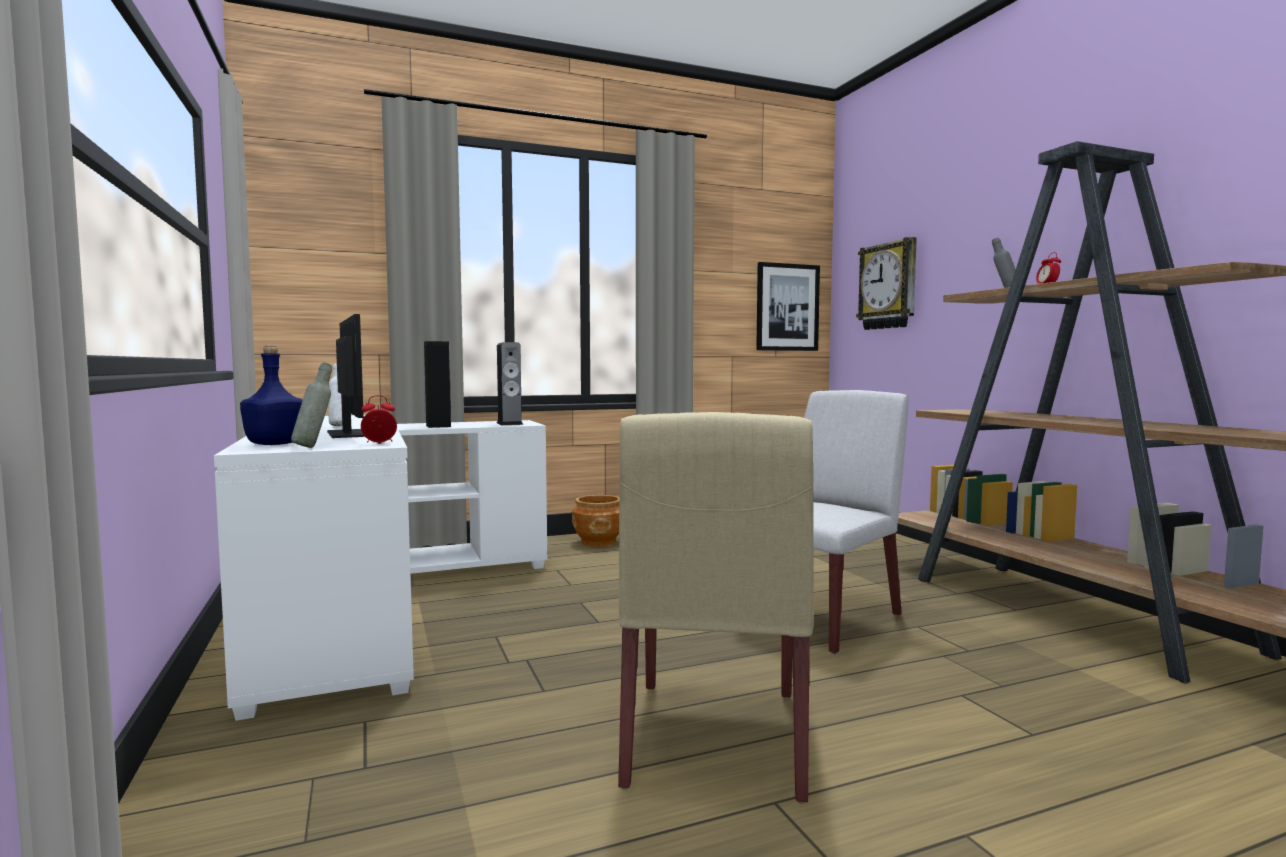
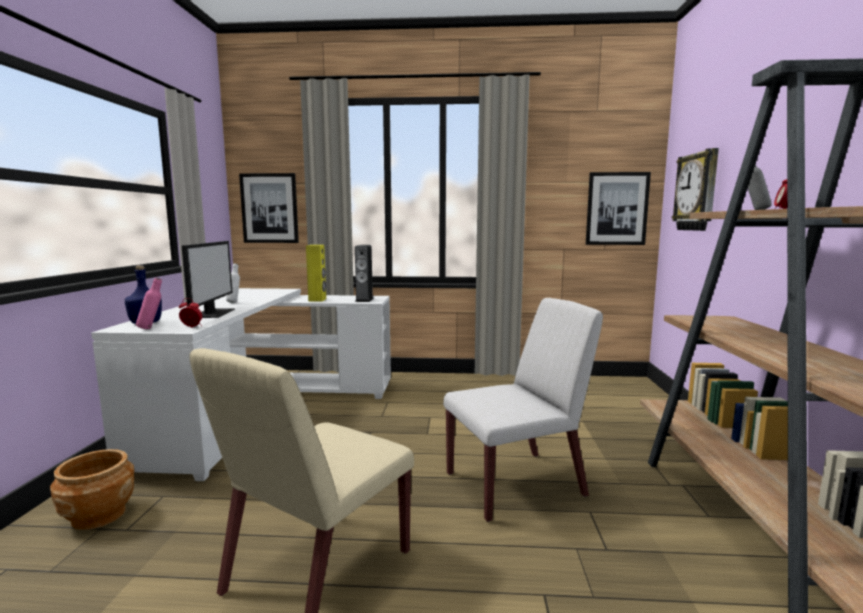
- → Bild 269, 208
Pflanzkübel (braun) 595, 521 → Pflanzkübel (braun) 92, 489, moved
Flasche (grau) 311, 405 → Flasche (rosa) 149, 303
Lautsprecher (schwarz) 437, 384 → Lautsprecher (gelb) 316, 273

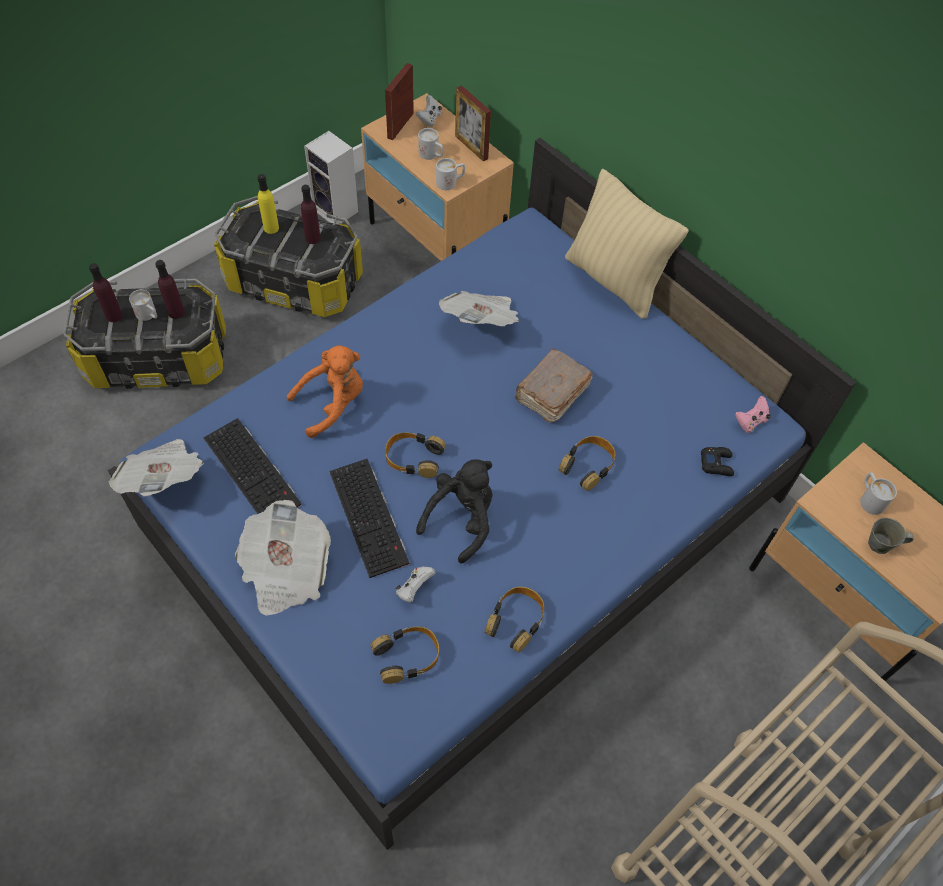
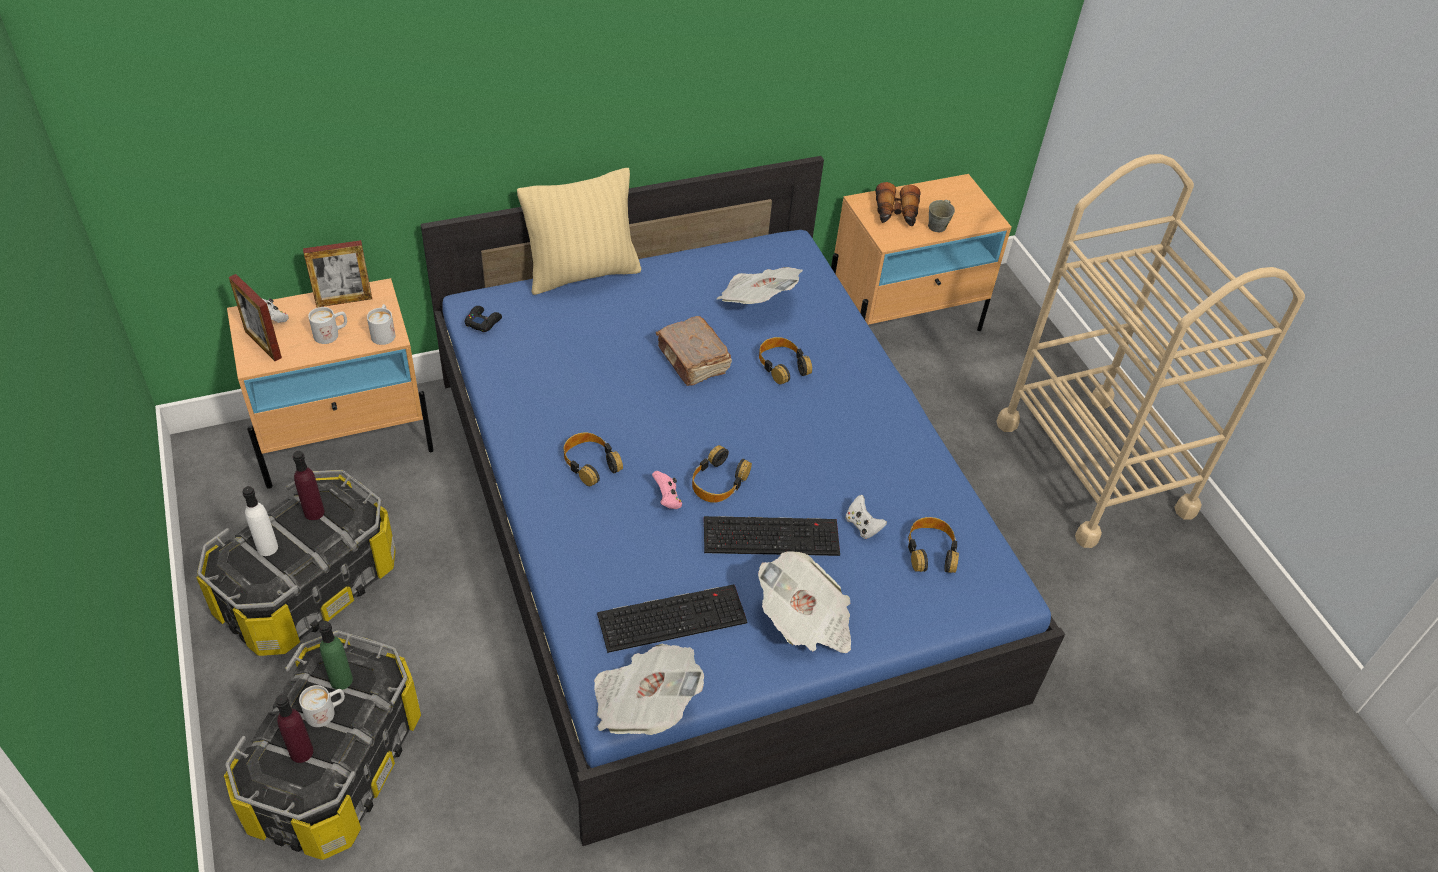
Plüschtier (orange) 325, 391 → -
Lautsprecher 331, 178 → -
Plüschtier (schwarz) 454, 511 → -
Zeitung 479, 308 → Zeitung 760, 285, moved
Kopfhörer 514, 620 → Kopfhörer 593, 459, moved
Gamepad (schwarz) 717, 461 → Gamepad (schwarz) 483, 319, moved
Gamepad (rosa) 753, 414 → Gamepad (rosa) 667, 490, moved
Henkelbecher (weiß) 878, 493 → Fernglas 898, 204
Flasche (lila) 170, 289 → Flasche (grün) 336, 655
Flasche (gelb) 268, 204 → Flasche (weiß) 260, 521

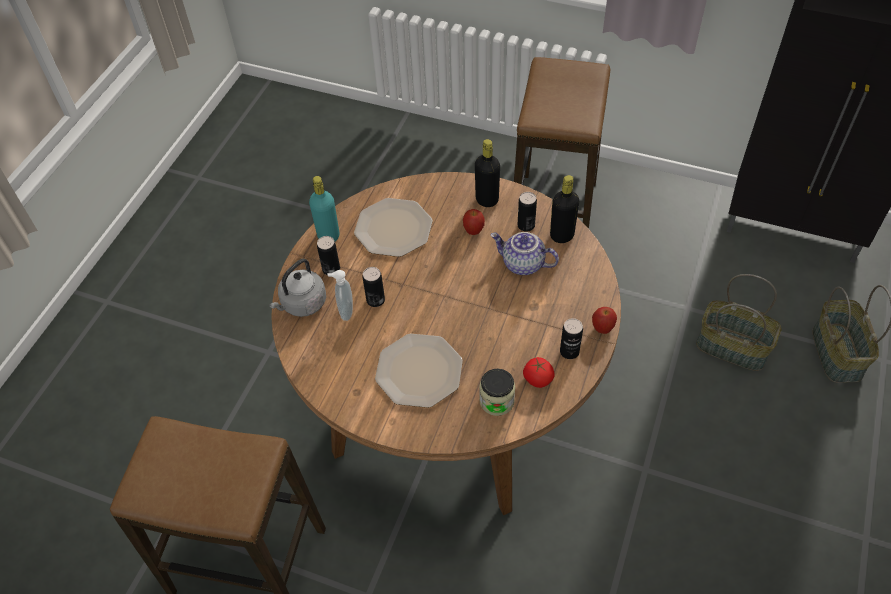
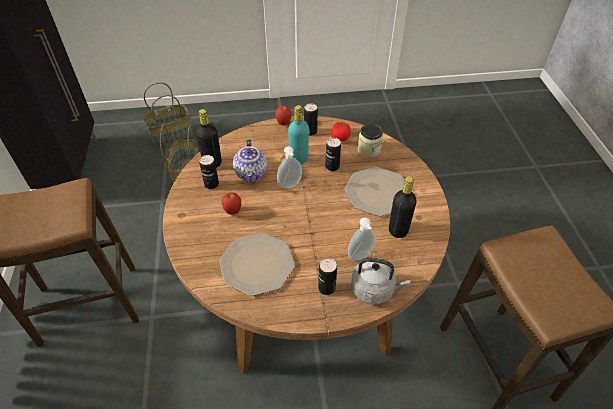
- → Seifenspender 289, 167
Flasche (türkis) 324, 208 → Flasche (türkis) 298, 134, moved
Dose 373, 287 → Dose 333, 154, moved
Flasche (schwarz) 487, 173 → Flasche (schwarz) 402, 207, moved

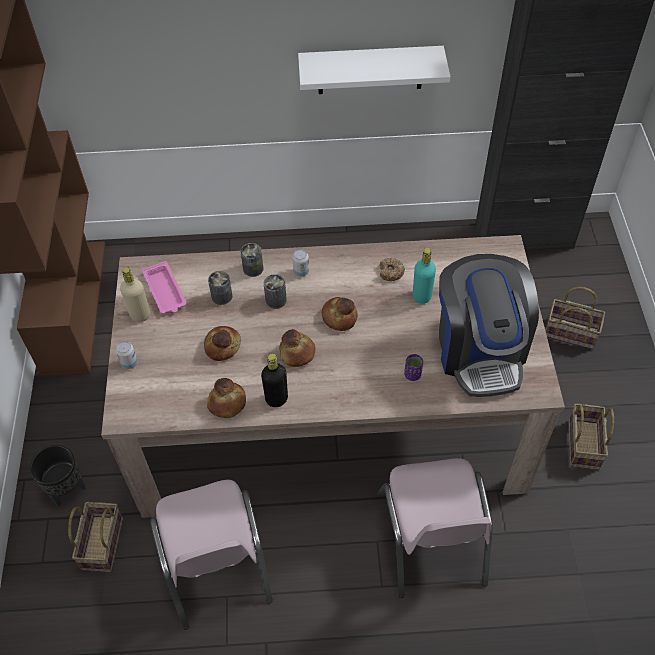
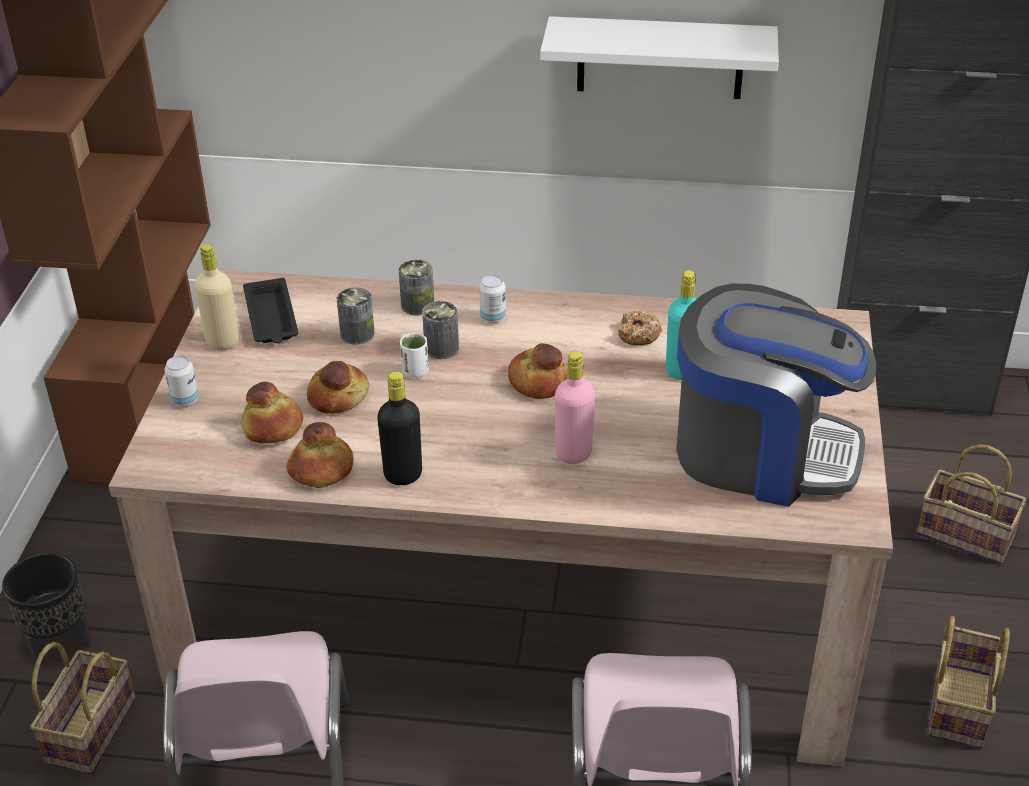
Tasse (lila) 413, 367 → -
- → Tasse (weiß) 414, 355
- → Flasche (rosa) 575, 407
Brot 297, 348 → Brot 272, 413, moved
Tablett (rosa) 164, 287 → Tablett (schwarz) 270, 310
Kaffeemaschine 489, 325 → Kaffeemaschine 776, 395, 75 degrees counterclockwise

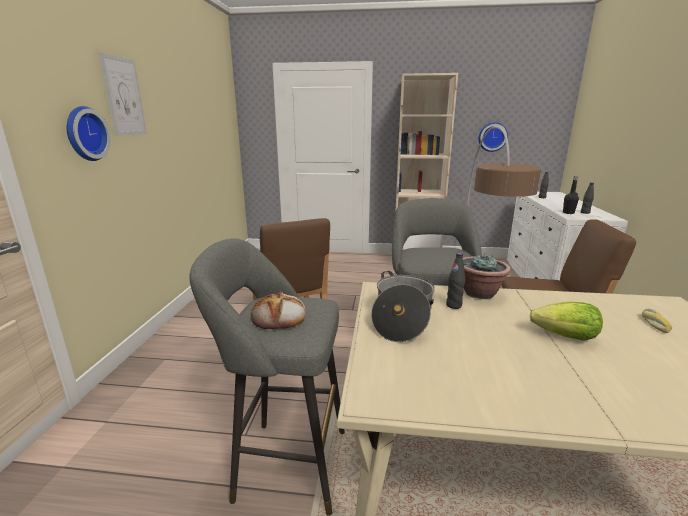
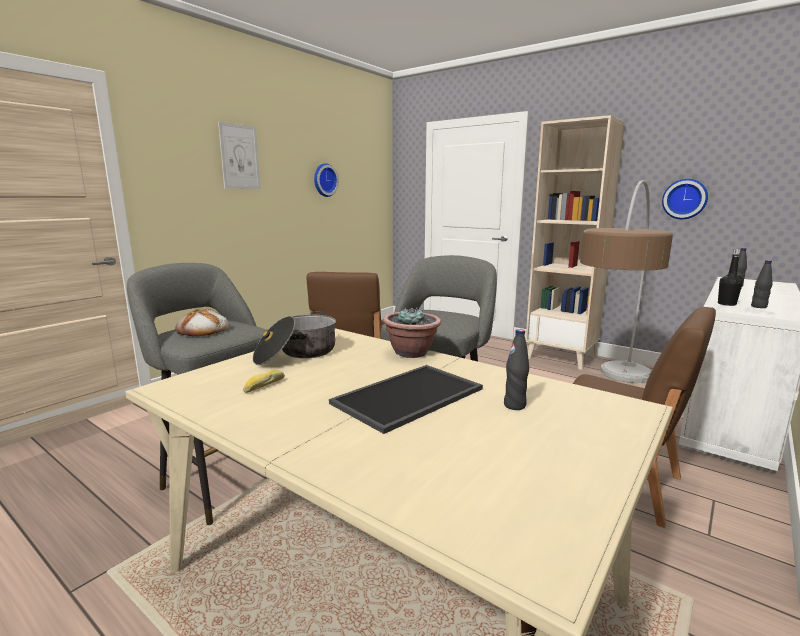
Wanduhr 89, 133 → Wanduhr 326, 180, moved
Flasche (schwarz) 455, 281 → Flasche (schwarz) 516, 369, moved
Brot 657, 321 → Brot 264, 381, moved
Salatkopf 566, 321 → Tablett 406, 399

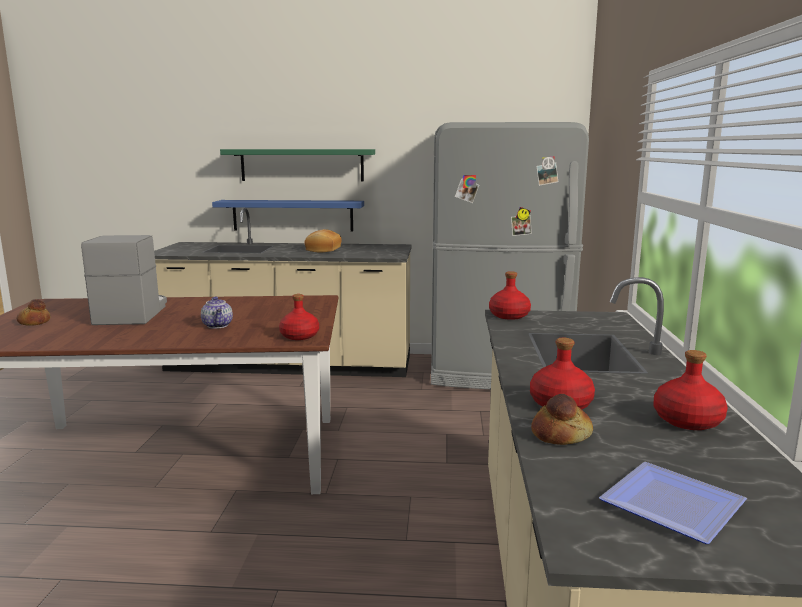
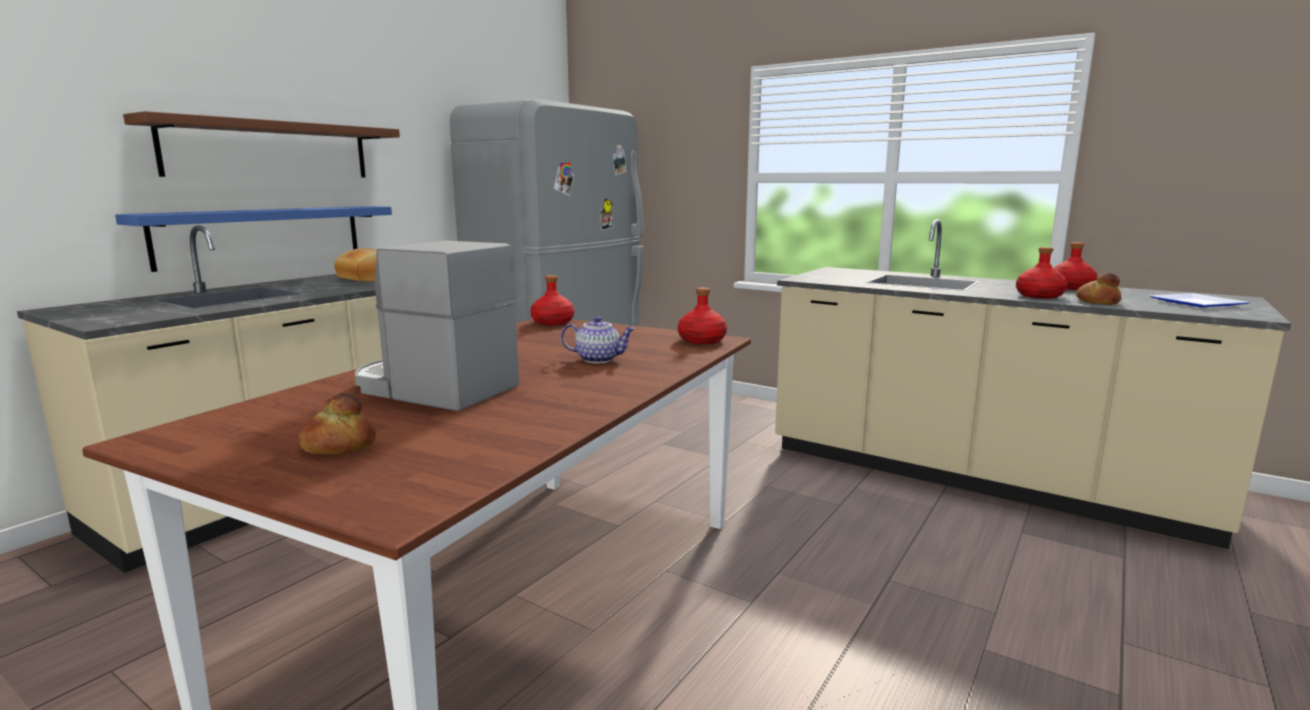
Flasche (rot) 510, 295 → Flasche (rot) 552, 300, moved
Wandregal (grün) 297, 165 → Wandregal (braun) 261, 144

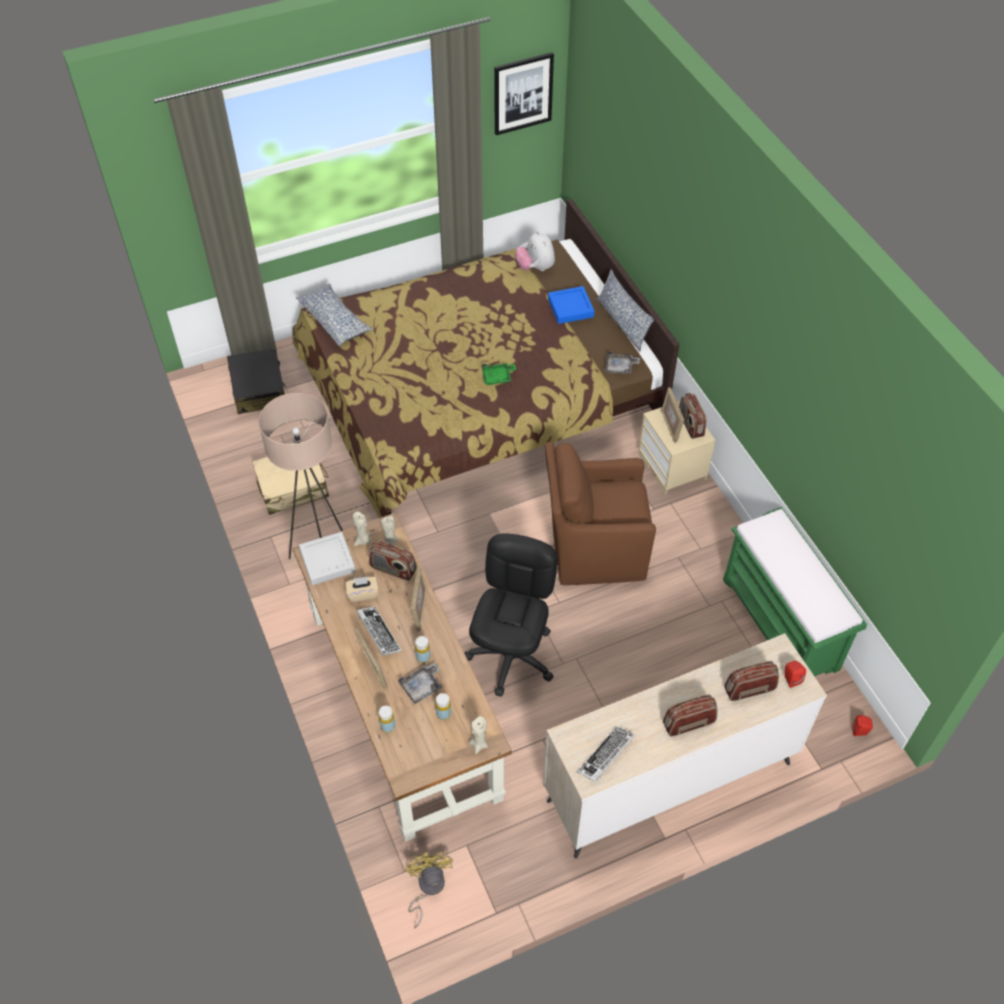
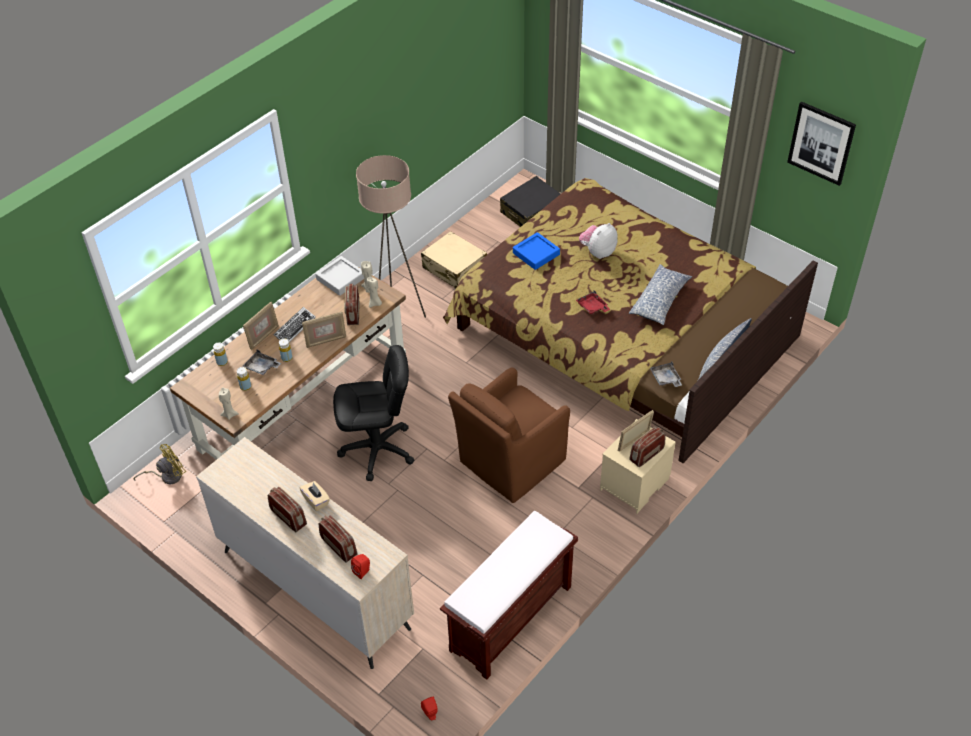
Tastatur 606, 754 → -
Kissen 334, 315 → Kissen 660, 294, moved
Taschentuchbox (beige) 362, 589 → Taschentuchbox (beige) 315, 496, moved
Plüschtier 535, 251 → Plüschtier 598, 241, moved
Tablett (blau) 571, 305 → Tablett (blau) 536, 251, moved
Tablett (grün) 499, 374 → Tablett (rot) 593, 302
Bank (grün) 795, 592 → Bank (braun) 509, 595
Sessel (braun) 600, 513 → Sessel (braun) 509, 435, 105 degrees counterclockwise

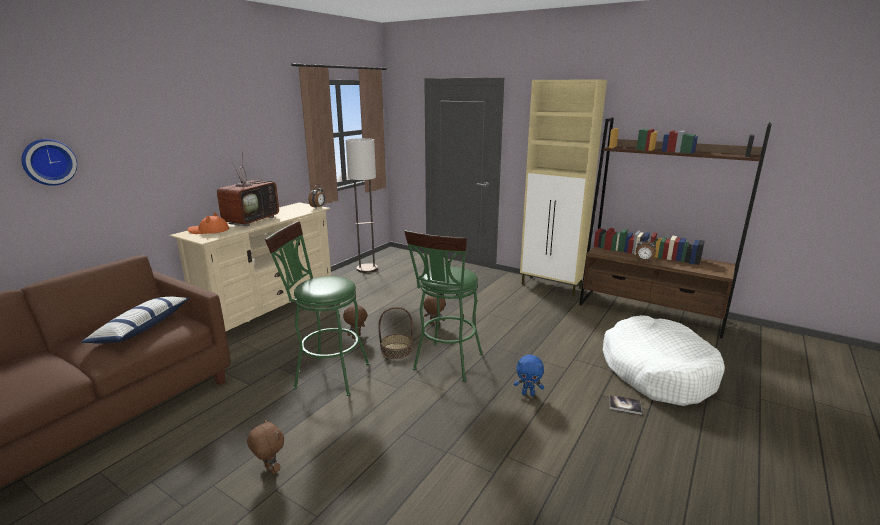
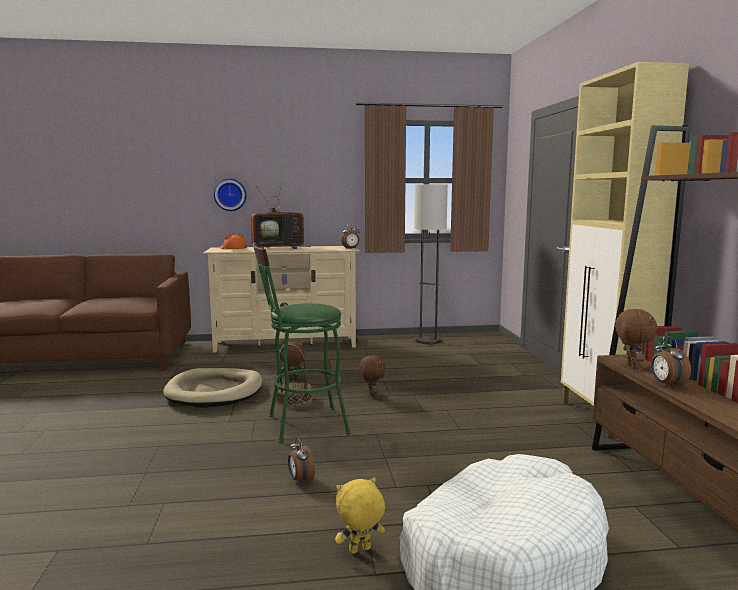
Kissen 135, 320 → -
Wanduhr 49, 162 → Wanduhr 230, 195, moved
Plüschtier (braun) 265, 447 → Plüschtier (braun) 636, 339, moved
Hocker (grün) 317, 308 → Hundebett (beige) 213, 388
Plüschtier (blau) 529, 375 → Wecker 301, 461
Buch 626, 405 → Plüschtier (gelb) 360, 515

